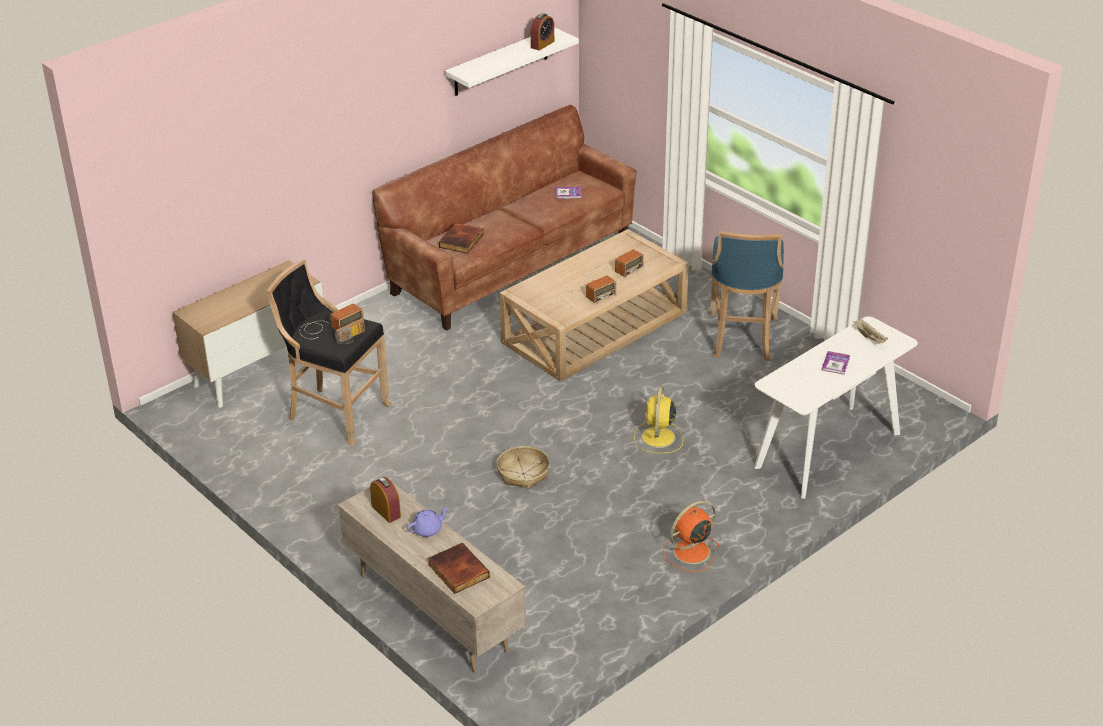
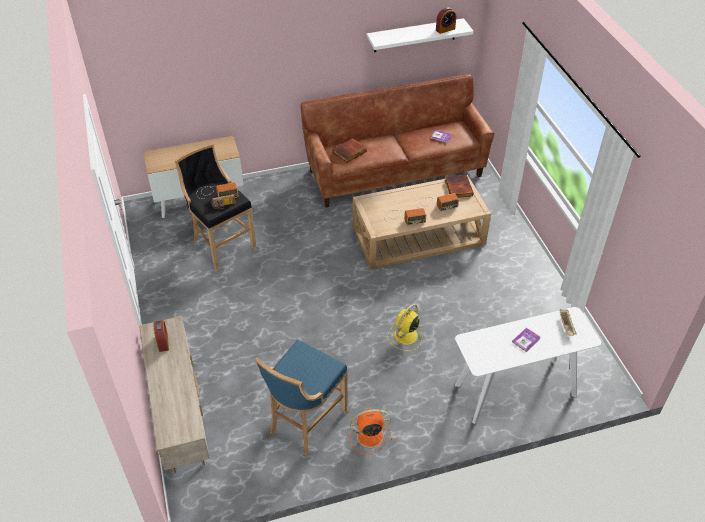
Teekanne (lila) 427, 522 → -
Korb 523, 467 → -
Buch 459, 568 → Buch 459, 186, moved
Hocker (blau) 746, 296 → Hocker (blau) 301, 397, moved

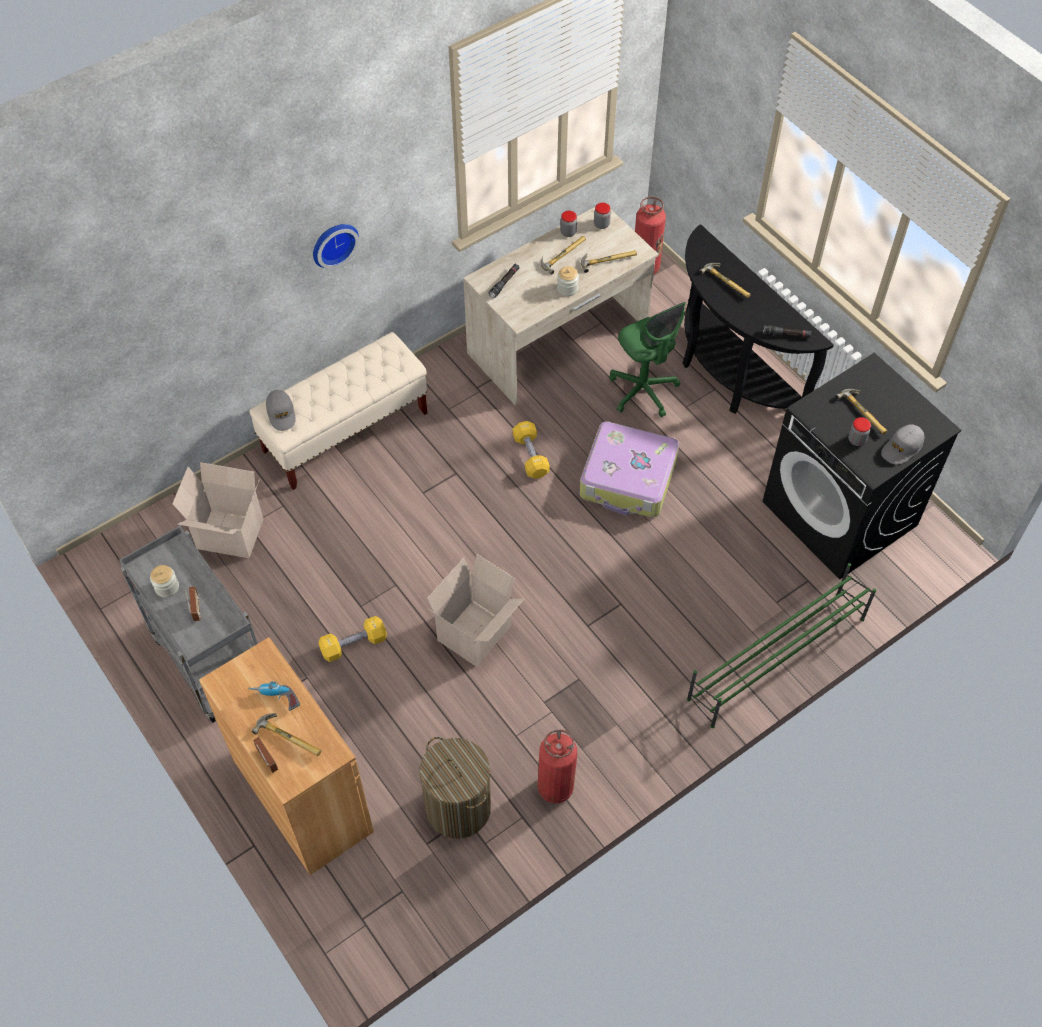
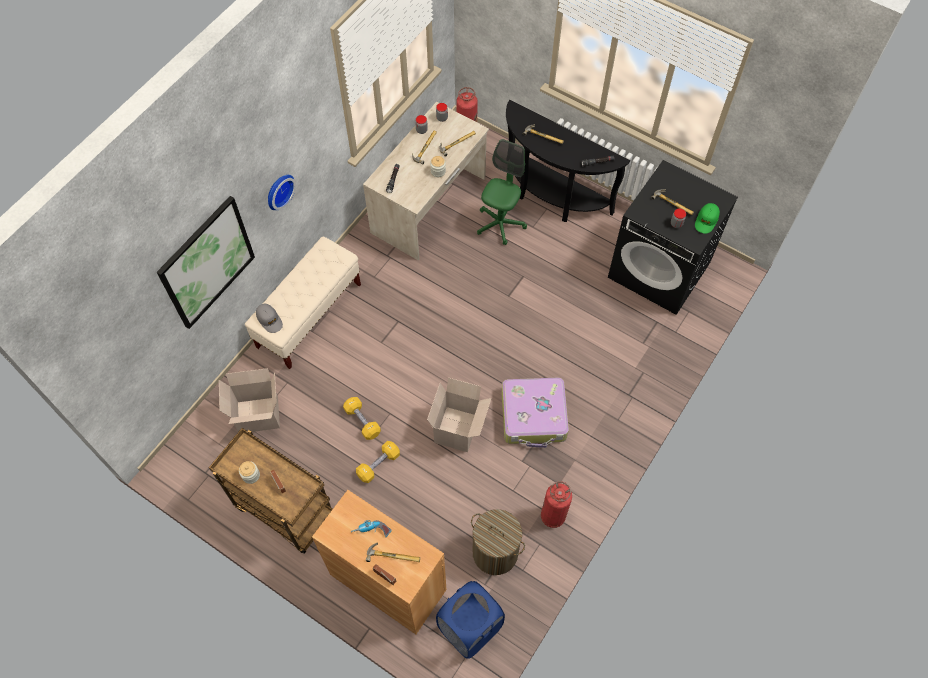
Schuhregal (grün) 781, 645 → -
- → Bild 206, 262
- → Wäschekorb (blau) 470, 620
Hantel (gelb) 531, 450 → Hantel (gelb) 362, 418, moved
Koffer 629, 469 → Koffer 535, 413, moved
Rollwagen (grau) 188, 624 → Rollwagen (braun) 271, 491
Kappe (grau) 902, 444 → Kappe (grün) 707, 218
Bürostuhl (grün) 648, 359 → Bürostuhl (grün) 502, 192, 105 degrees counterclockwise

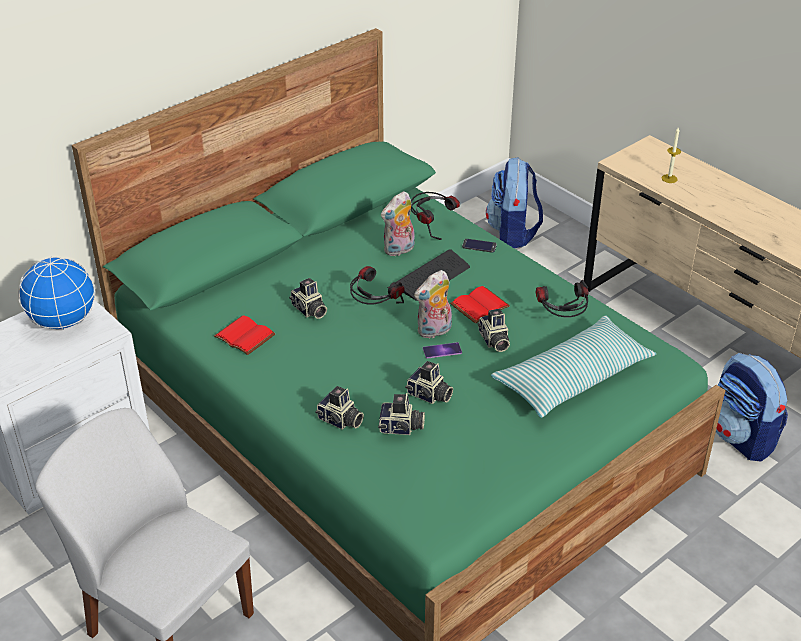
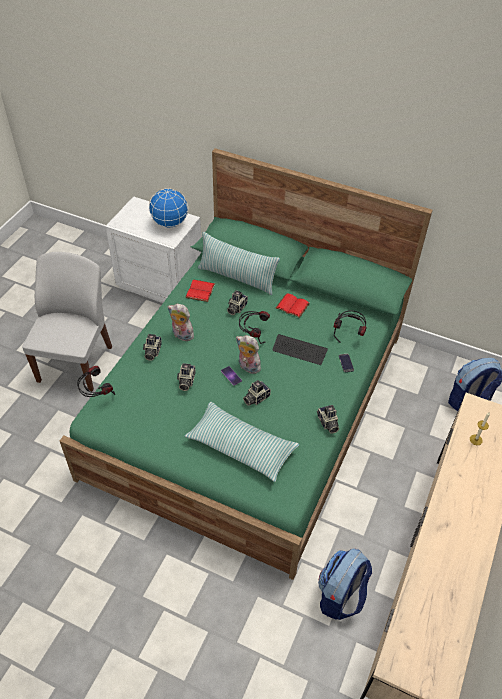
- → Kissen 239, 263
Kamera 401, 414 → Kamera 328, 419, moved
Plüschtier 398, 224 → Plüschtier 182, 322, moved
Buch (rot) 480, 305 → Buch (rot) 293, 306, moved
Kopfhörer 562, 298 → Kopfhörer 96, 381, moved

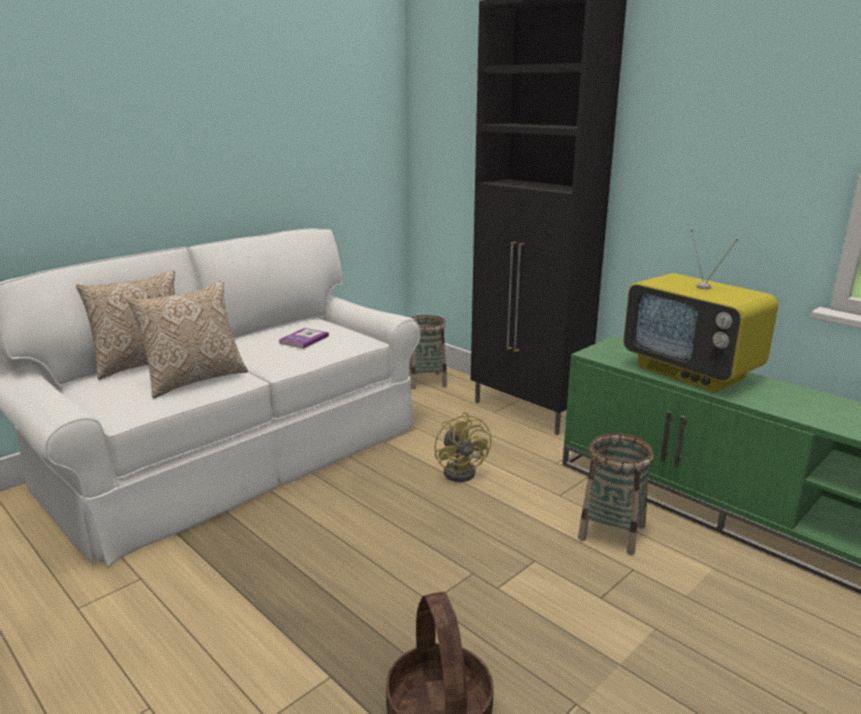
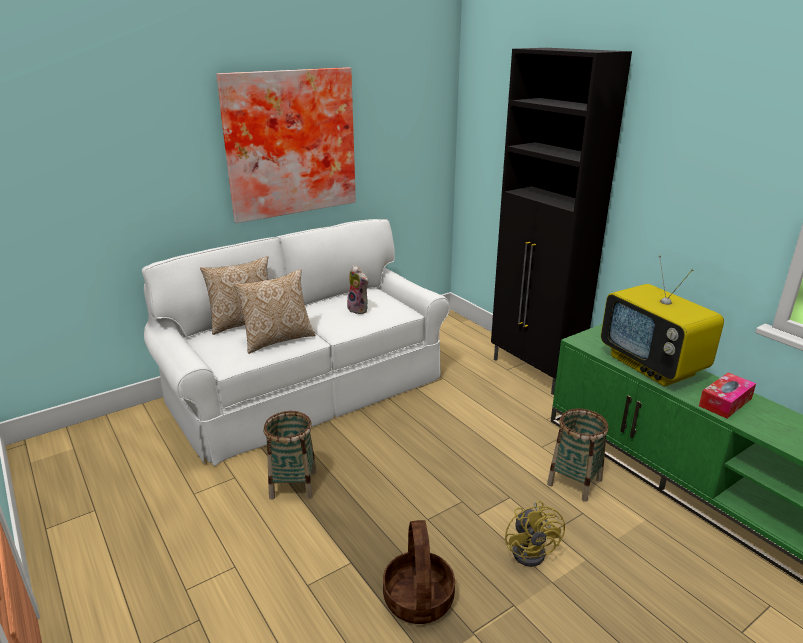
- → Bild 286, 145
- → Taschentuchbox 727, 396
Korb 428, 352 → Korb 290, 455, moved
Ventilator (gelb) 462, 447 → Ventilator (gelb) 535, 534, moved
Buch 304, 338 → Plüschtier 357, 289

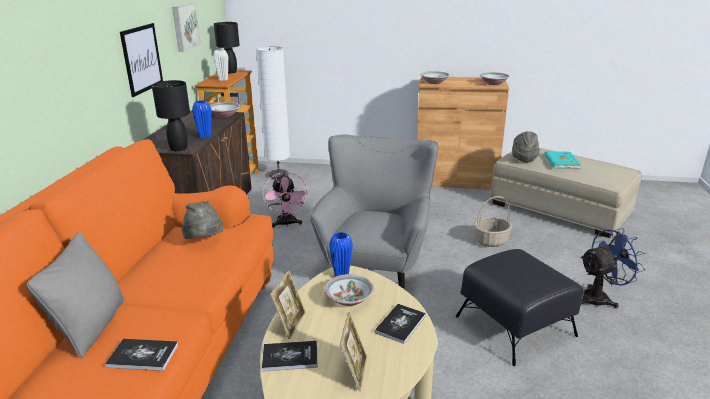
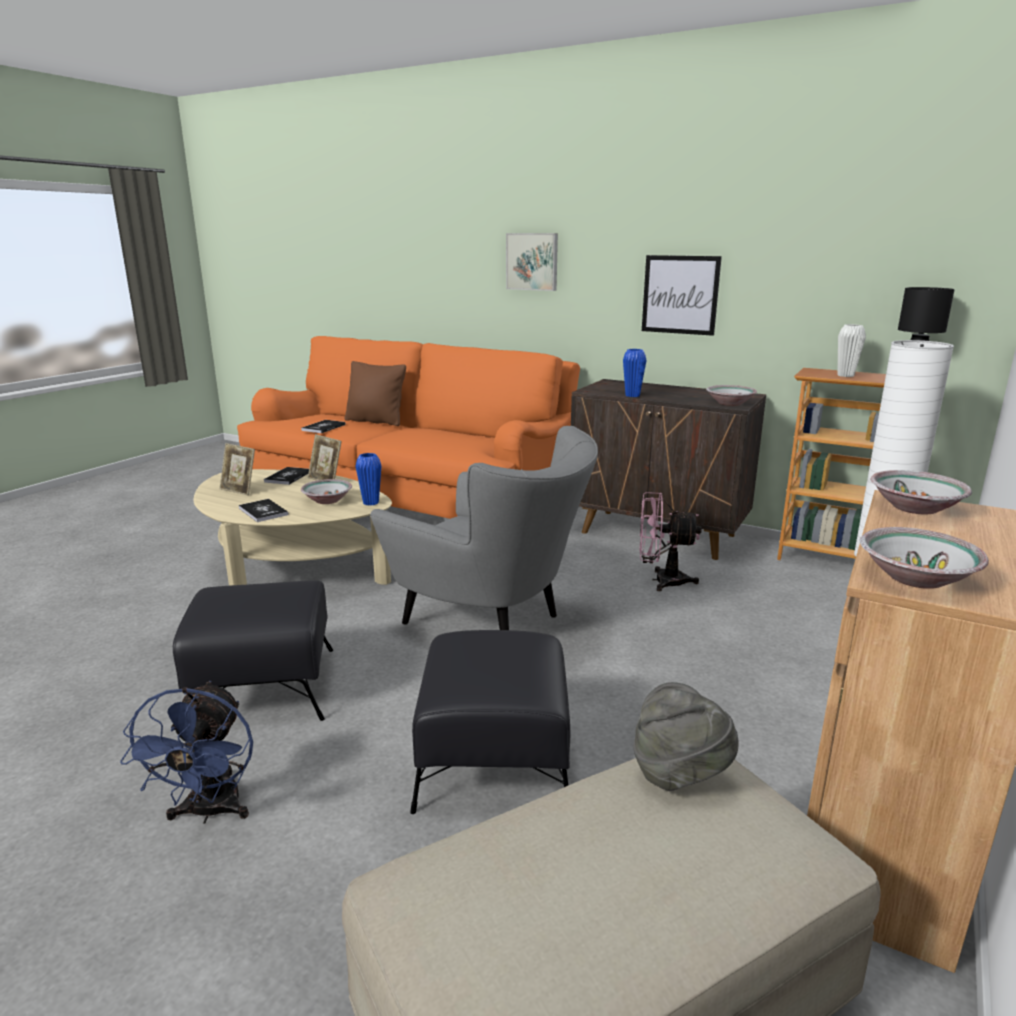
Tischlampe (schwarz) 171, 115 → -
Hut (grau) 202, 220 → -
Buch (türkis) 562, 160 → -
Bild 186, 27 → Bild 532, 262, moved
Korb 493, 221 → Polsterhocker (schwarz) 490, 722
Kissen (grau) 76, 295 → Kissen (braun) 375, 393

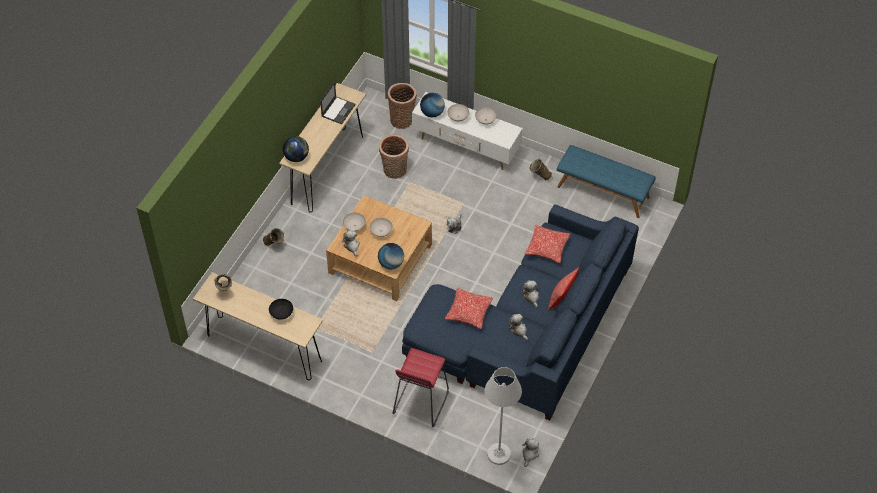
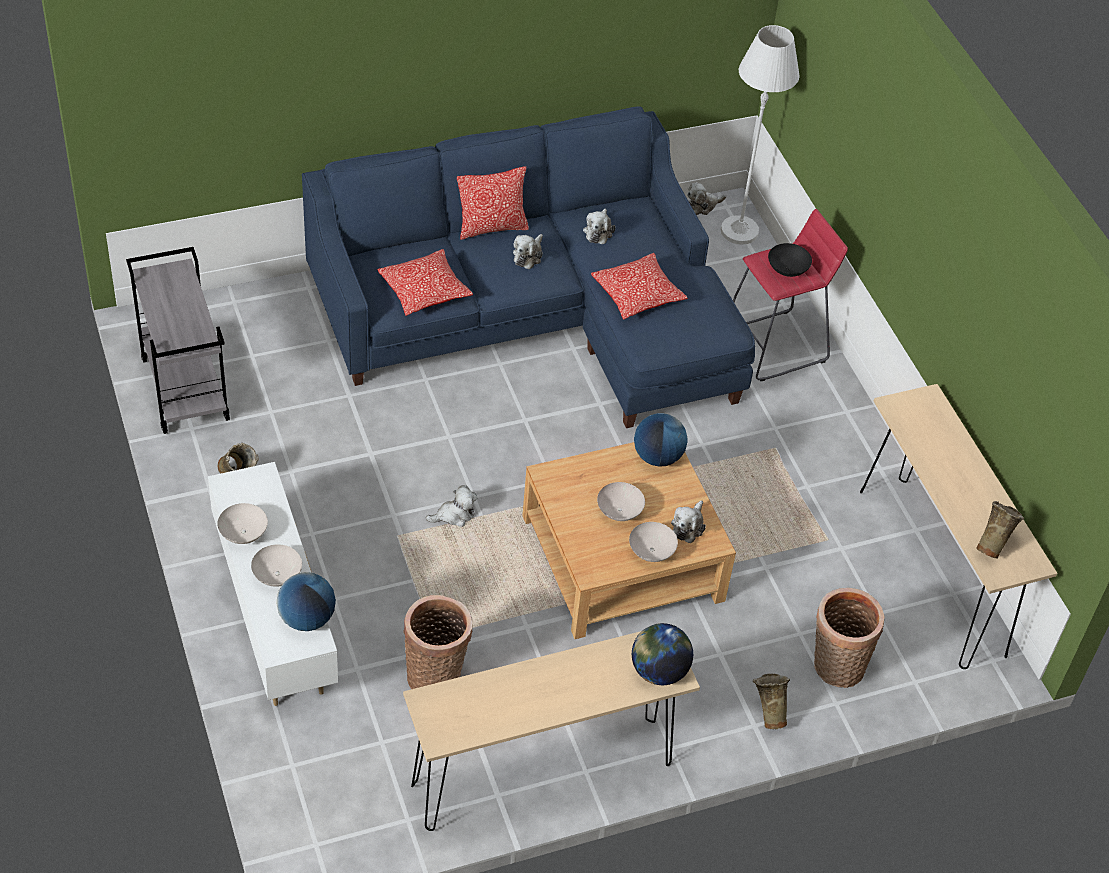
Laptop 338, 102 → -
Schüssel (schwarz) 281, 309 → Schüssel (schwarz) 790, 260, moved
Korb 402, 106 → Korb 849, 638, moved
Bank (blau) 606, 181 → Rollwagen (grau) 178, 340

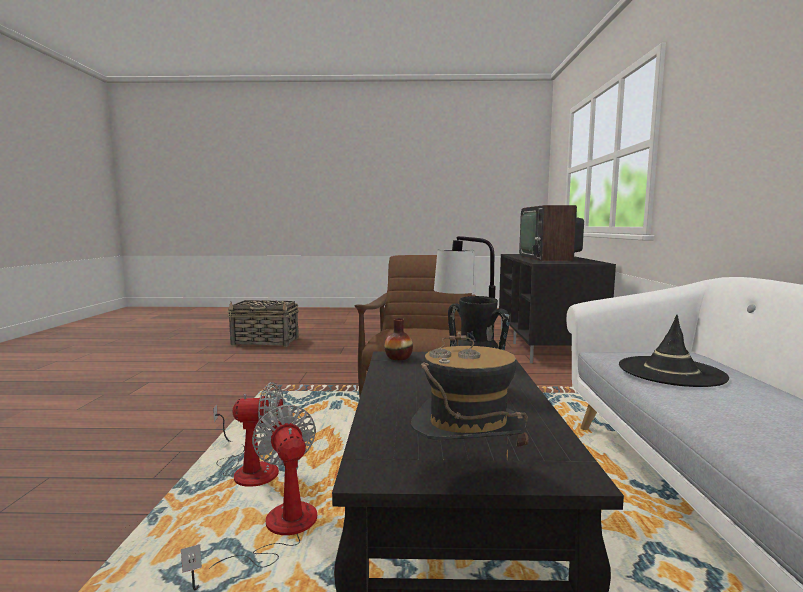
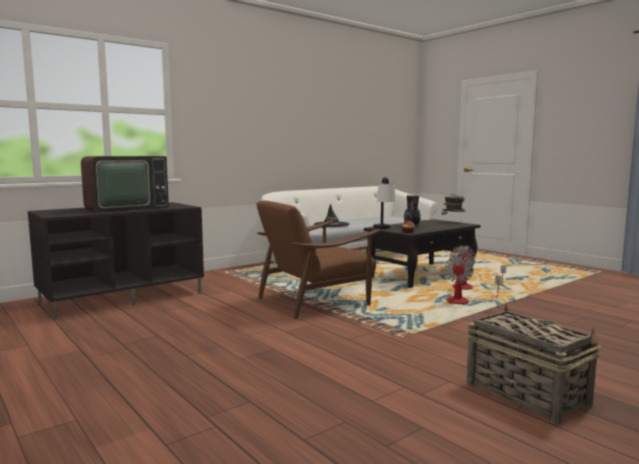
Korb 263, 323 → Korb 534, 364, moved
Ventilator 248, 434 → Ventilator 472, 280, 120 degrees counterclockwise

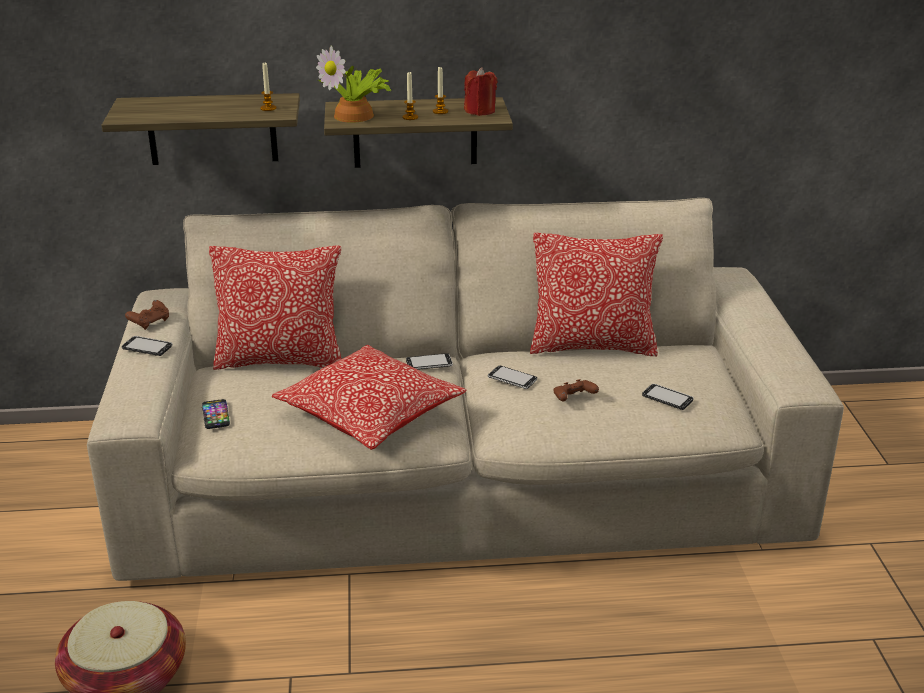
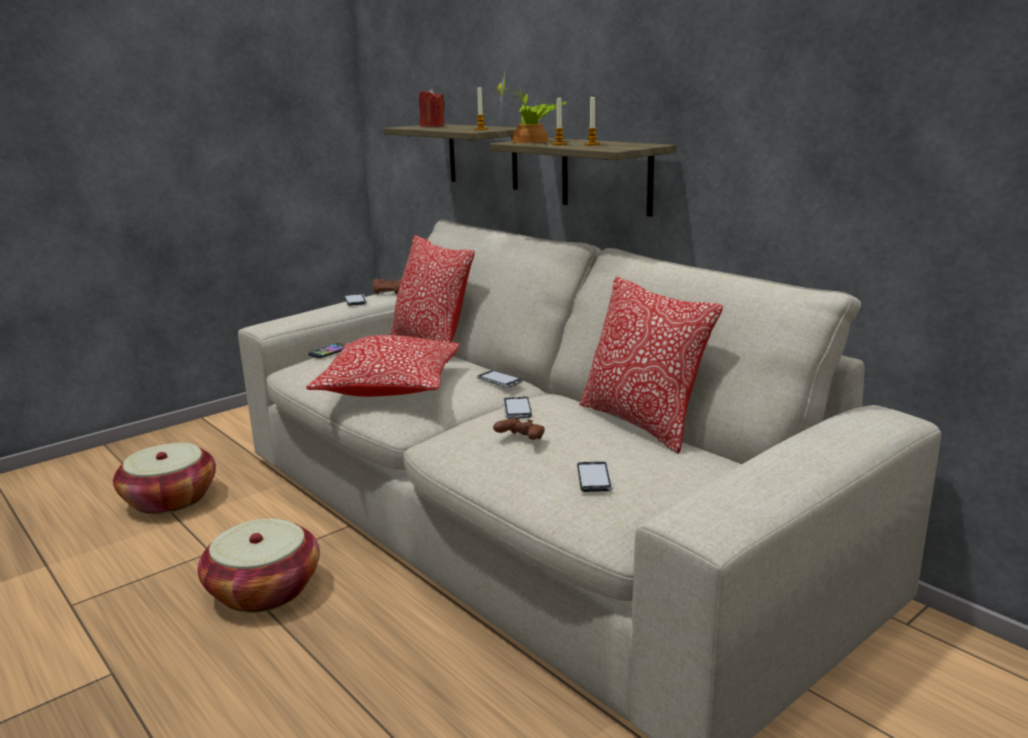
- → Korb 259, 566
Kerze (rot) 480, 91 → Kerze (rot) 432, 107, moved

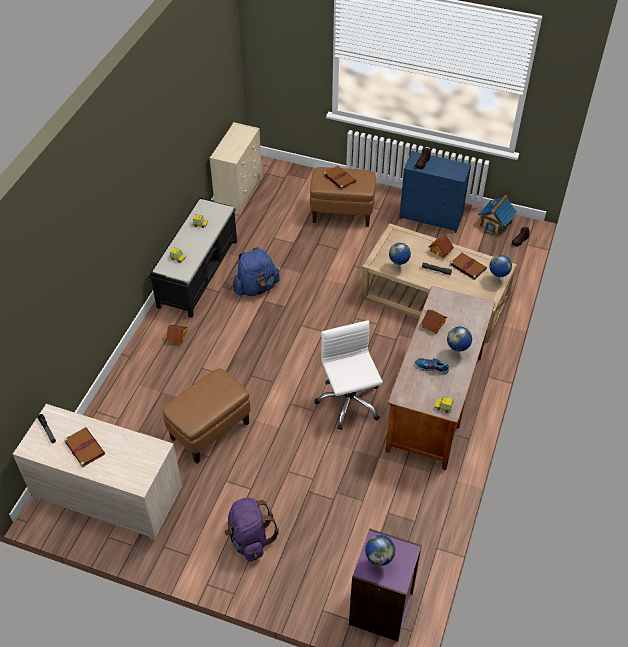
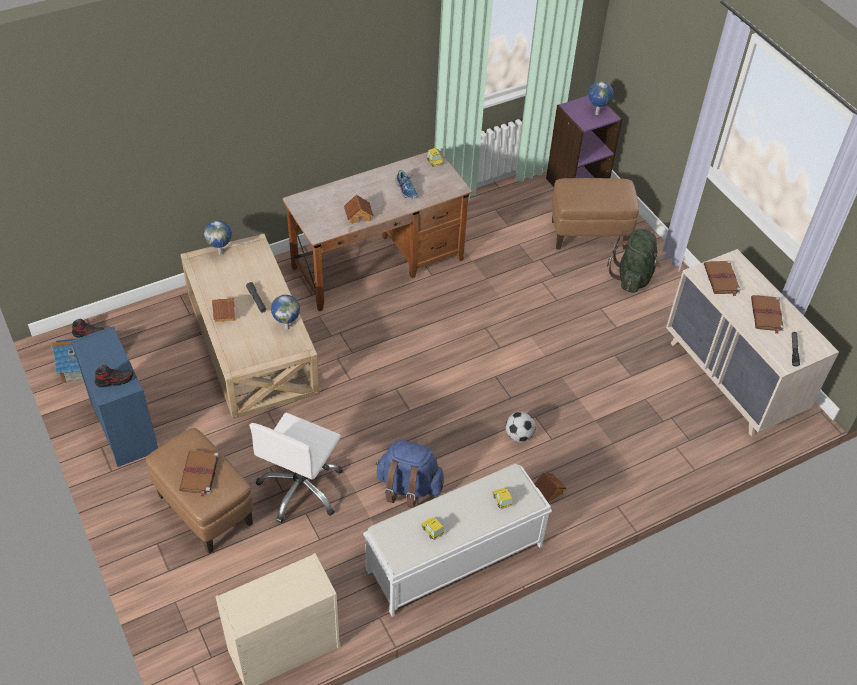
Globus 459, 341 → -
- → Fußball 521, 426
Polsterhocker (braun) 206, 416 → Polsterhocker (braun) 595, 213, moved
Bürostuhl (weiß) 349, 375 → Bürostuhl (weiß) 296, 467, moved
Buch (braun) 468, 266 → Buch (braun) 722, 278, moved
Bank (schwarz) 193, 257 → Bank (weiß) 457, 540
Rucksack (lila) 251, 529 → Rucksack (grün) 634, 261

